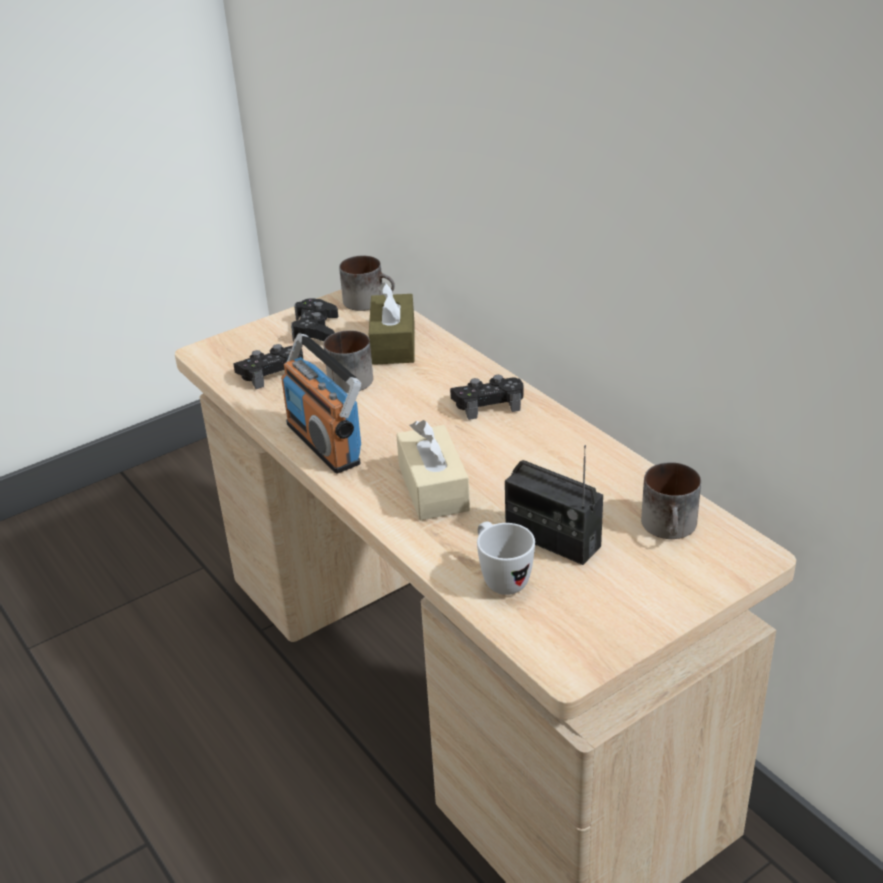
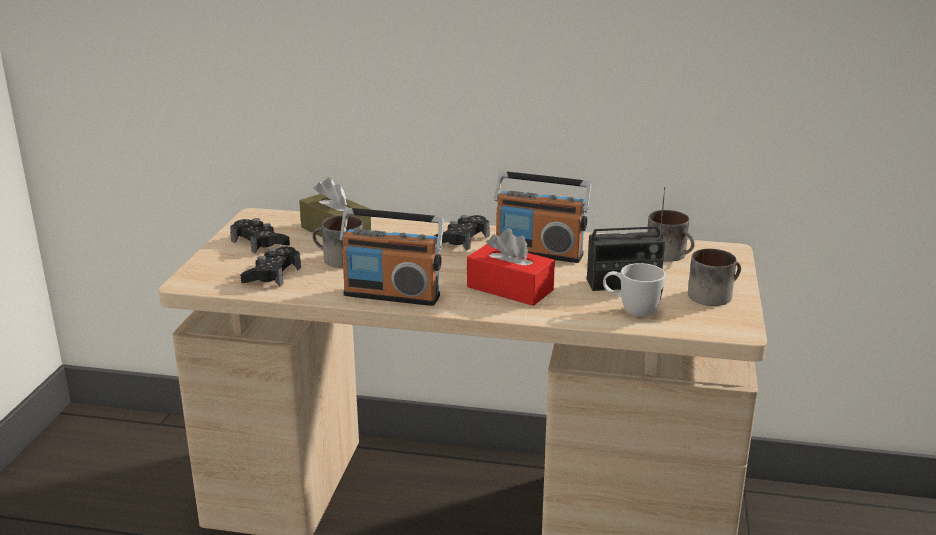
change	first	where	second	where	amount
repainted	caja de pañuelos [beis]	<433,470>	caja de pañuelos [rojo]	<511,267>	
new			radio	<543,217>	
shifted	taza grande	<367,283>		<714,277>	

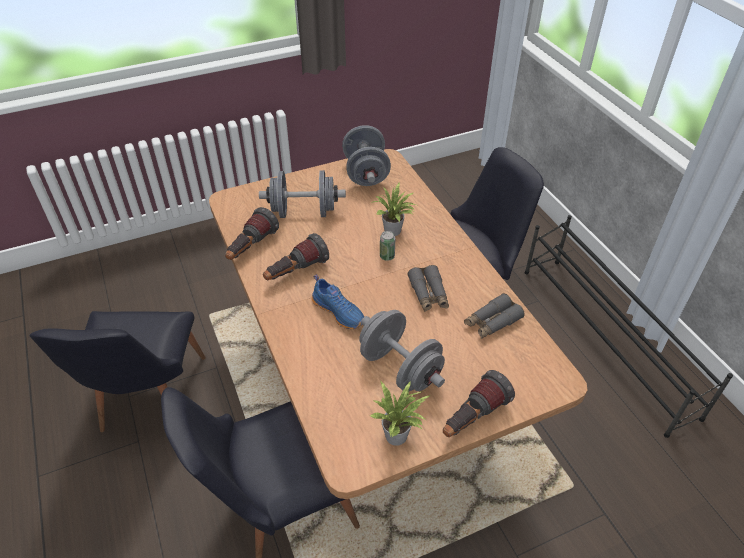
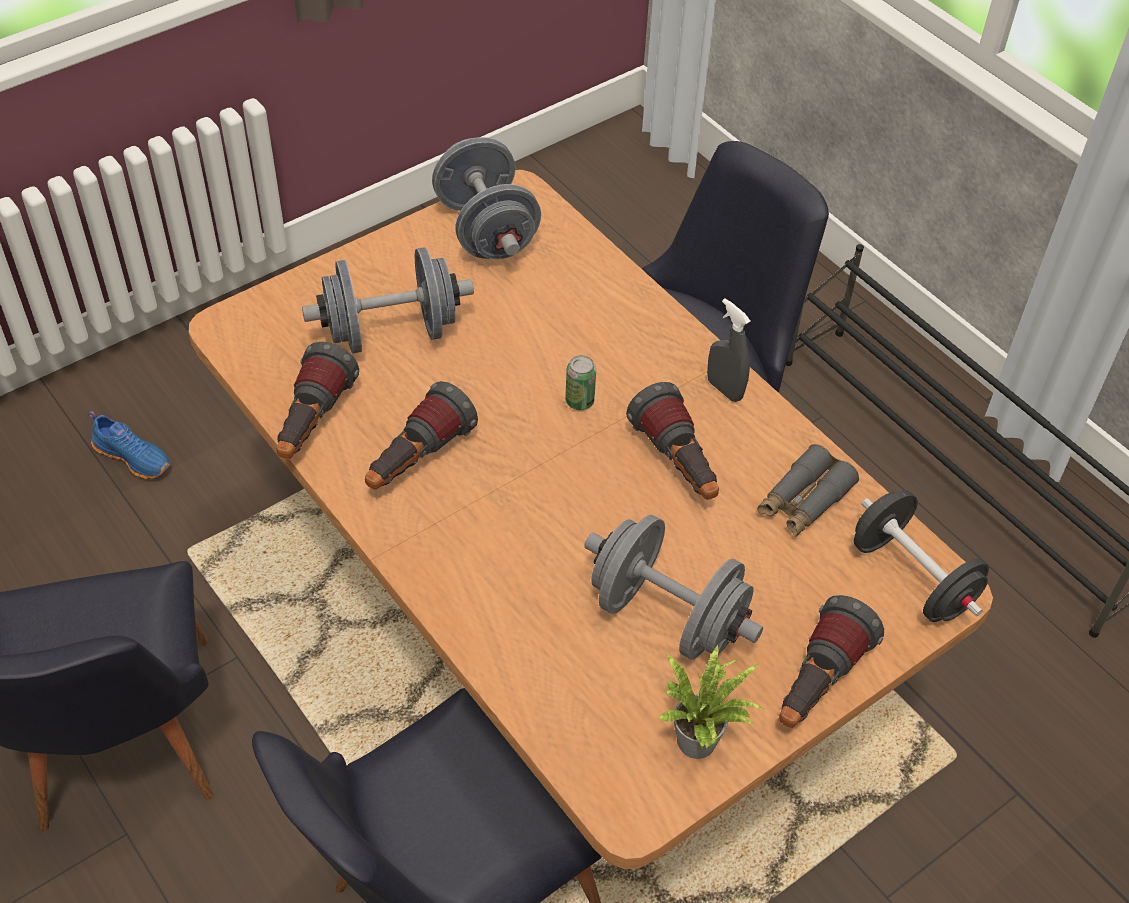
change	first	where	second	where	amount
shifted	zapato [azul]	<337,302>		<129,445>	
swapped	prismáticos [gris]	<428,288>	linterna	<672,441>	
new			pulverizador [gris]	<729,350>	
new			mancuerna [negro]	<921,556>	
gone	planta en maceta	<395,209>			

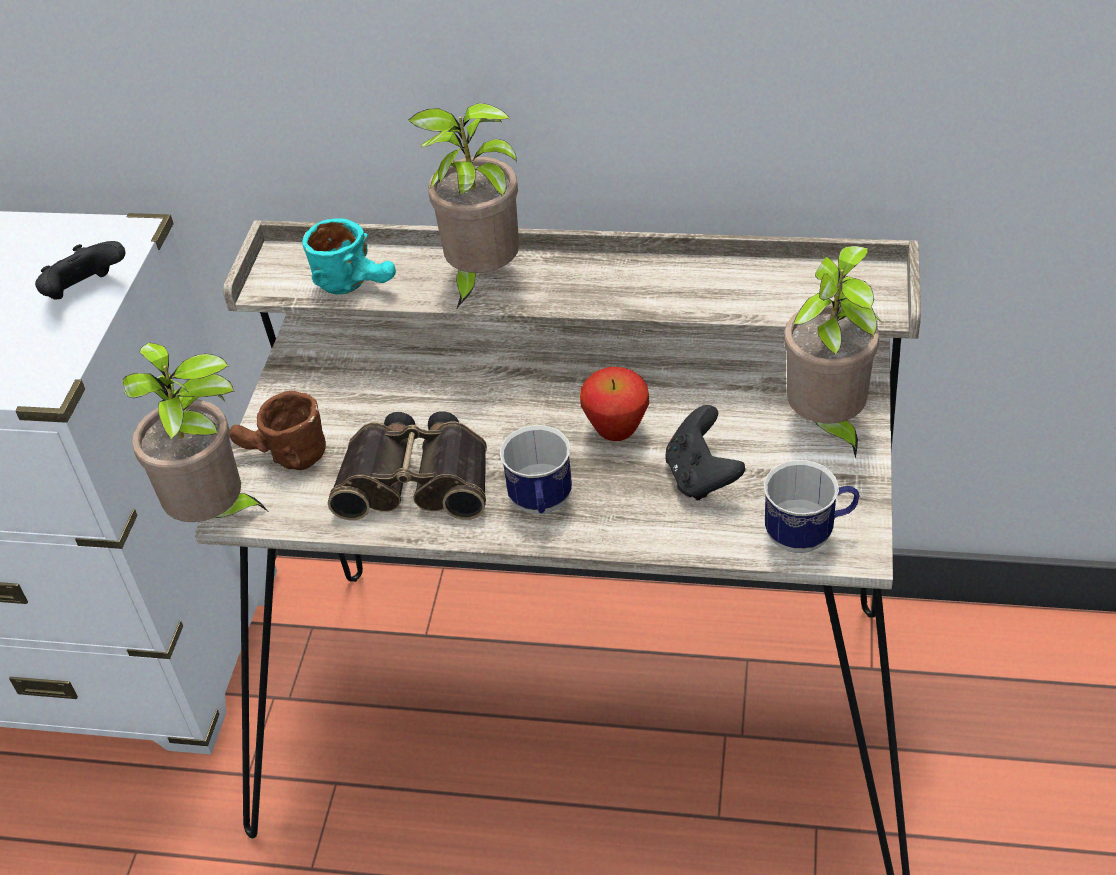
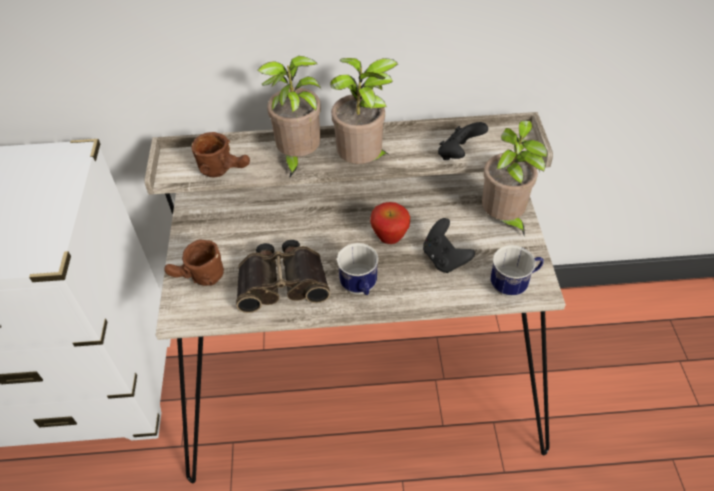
change	first	where	second	where	amount
repainted	taza grande [turquesa]	<349,256>	taza grande [marrón]	<221,155>	
shifted	planta en maceta	<196,432>		<364,111>	
shifted	mando de consola [negro]	<80,270>		<463,141>	

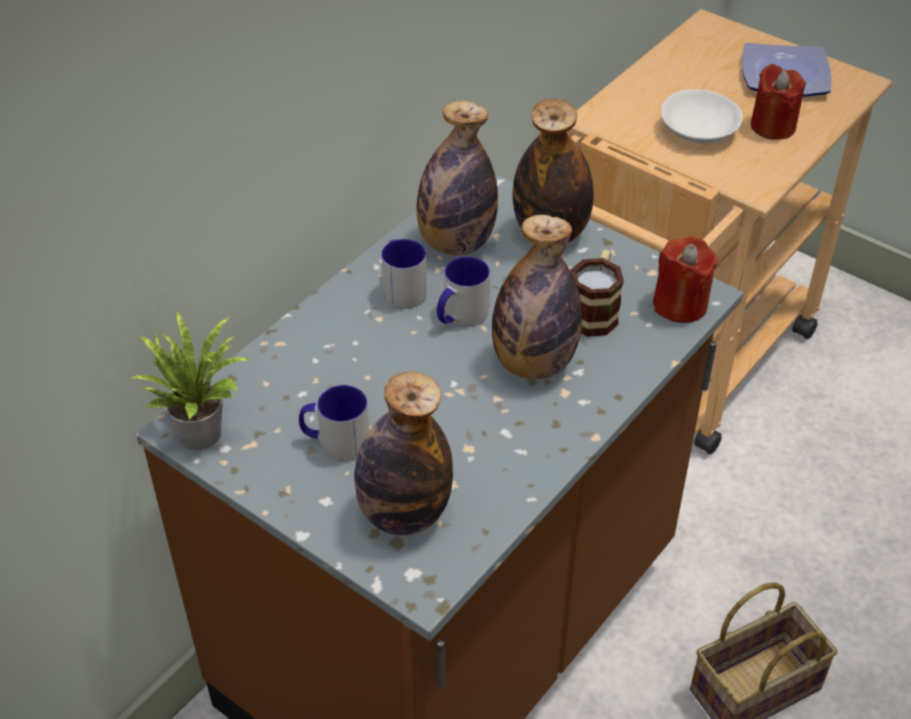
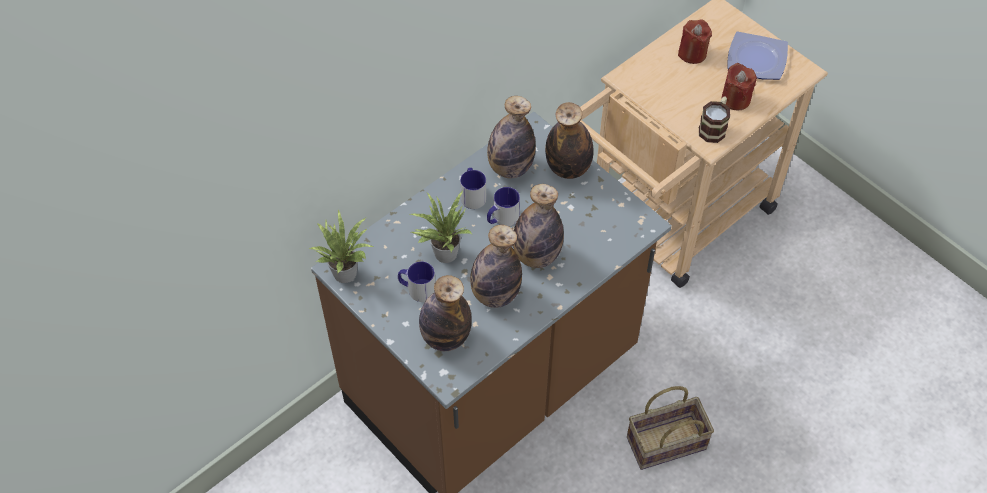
change	first	where	second	where	amount
new			planta en maceta	<441,227>	
new			botella	<496,266>	
shifted	vela [rojo]	<685,279>		<695,41>	
shifted	taza grande	<597,293>		<714,119>	
gone	cuenco [blanco]	<702,116>			

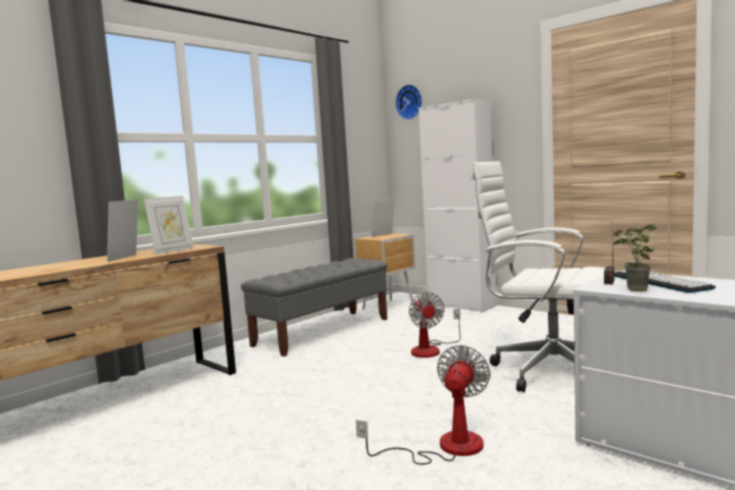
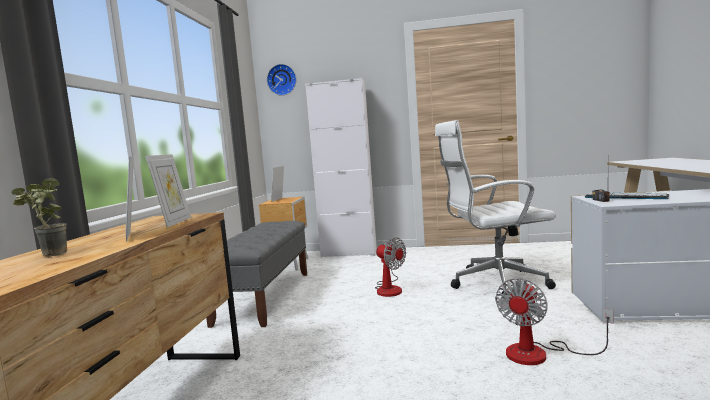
change	first	where	second	where	amount
shifted	planta en maceta	<635,257>		<39,217>	
rotated	ventilador	<423,405>		<554,321>	135 degrees counterclockwise

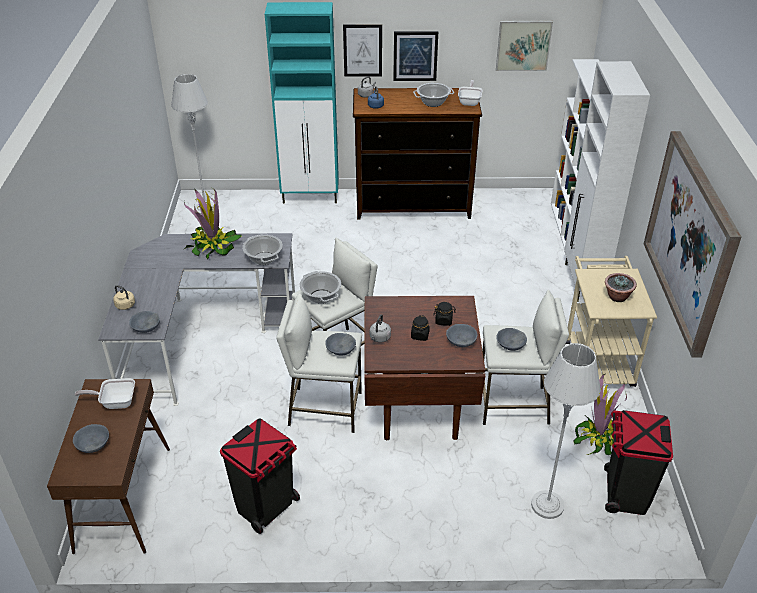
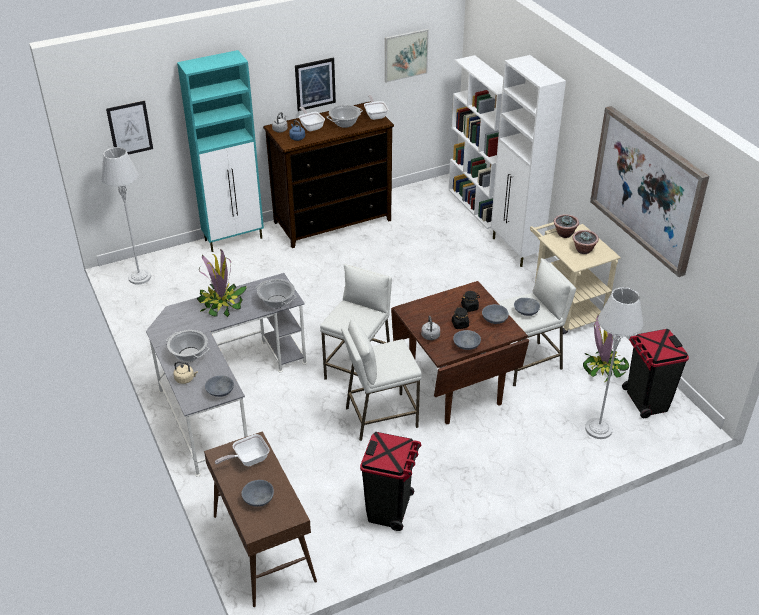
change	first	where	second	where	amount
shifted	cuadro	<362,50>		<129,128>	
shifted	olla	<320,287>		<188,346>	
new			sartén	<312,119>	
shifted	cuenco [gris]	<340,344>		<467,340>	
new			planta en maceta	<566,226>	

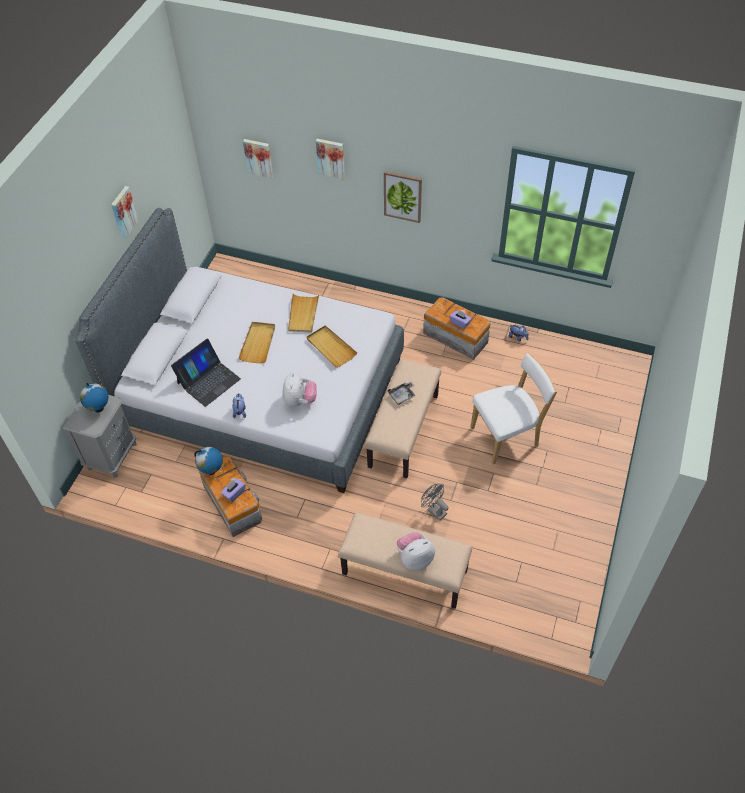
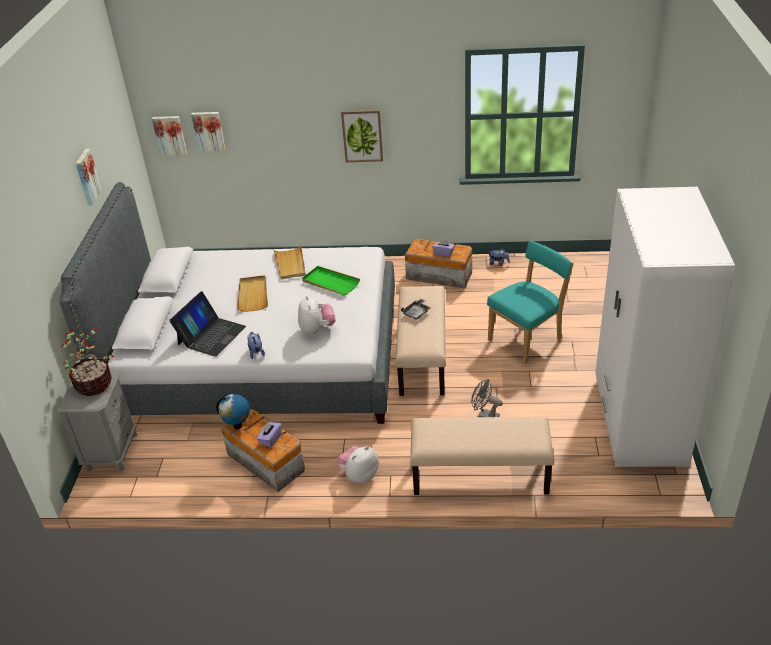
change	first	where	second	where	amount
swapped	globo terráqueo	<94,398>	planta en maceta	<88,362>	
shifted	cuadro	<330,159>		<169,136>	
repainted	bandeja [beis]	<331,346>	bandeja [verde]	<331,280>	
shifted	peluche	<416,551>		<358,464>	
repainted	silla [blanco]	<514,409>	silla [turquesa]	<530,302>	
new			armario ropero [blanco]	<665,327>	

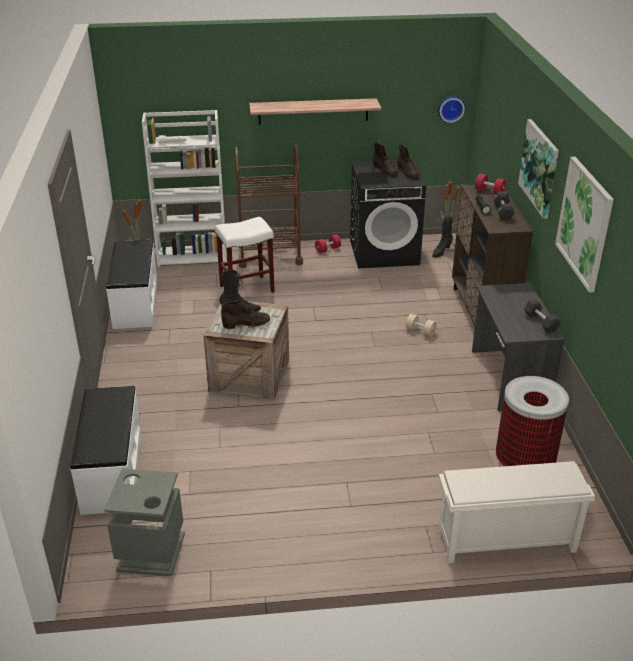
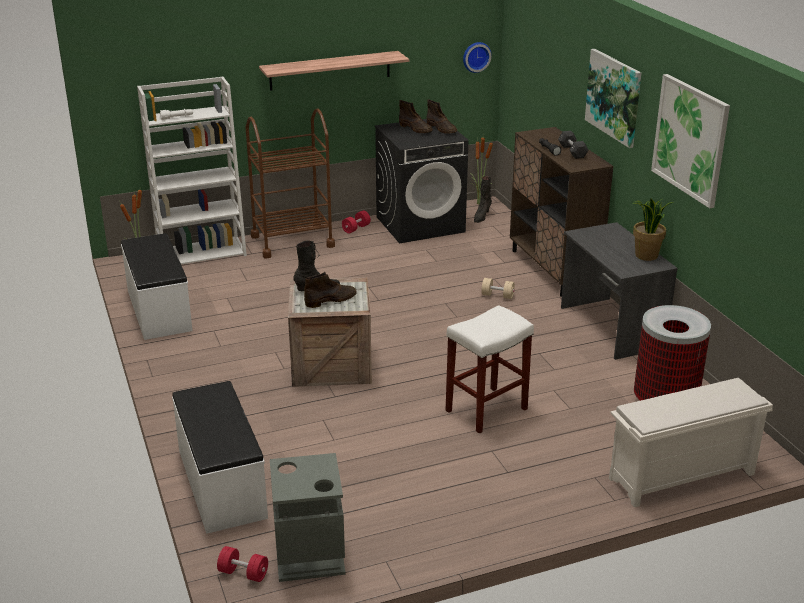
change	first	where	second	where	amount
shifted	mancuerna [rojo]	<491,183>		<242,564>	
shifted	taburete [blanco]	<245,255>		<490,369>	
swapped	mancuerna [negro]	<542,316>	planta en maceta	<651,229>	

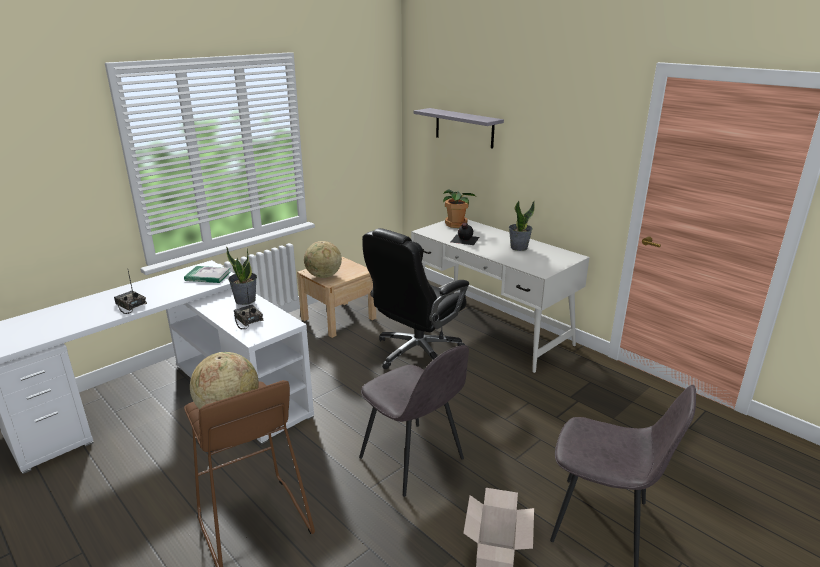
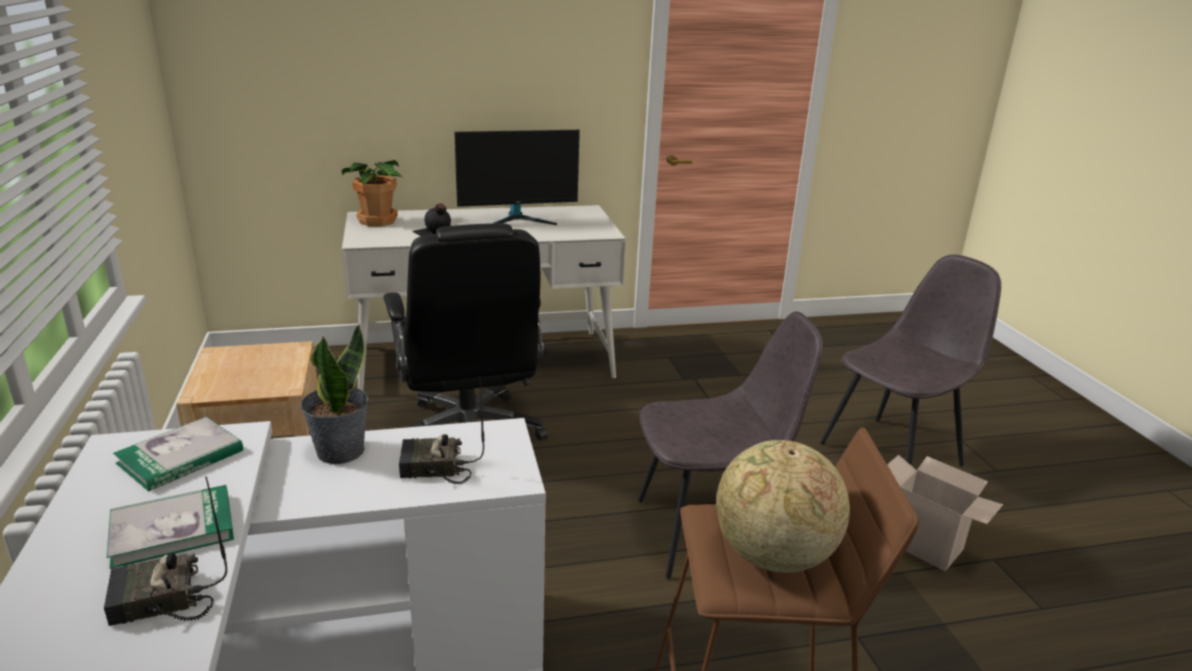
change	first	where	second	where	amount
new			libro	<170,527>	
swapped	planta en maceta	<522,225>	monitor	<517,177>	
gone	globo terráqueo	<323,259>			
gone	estante [gris]	<458,128>			

